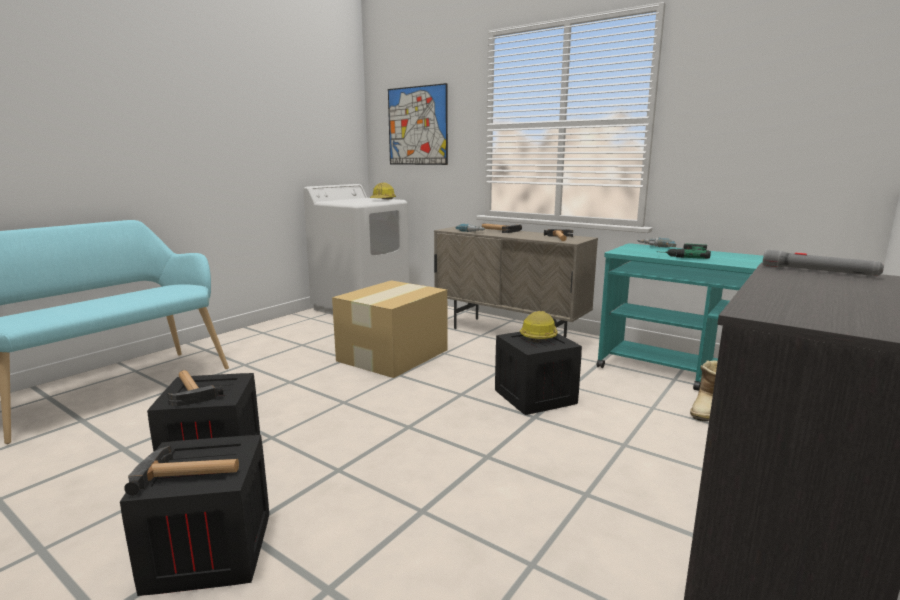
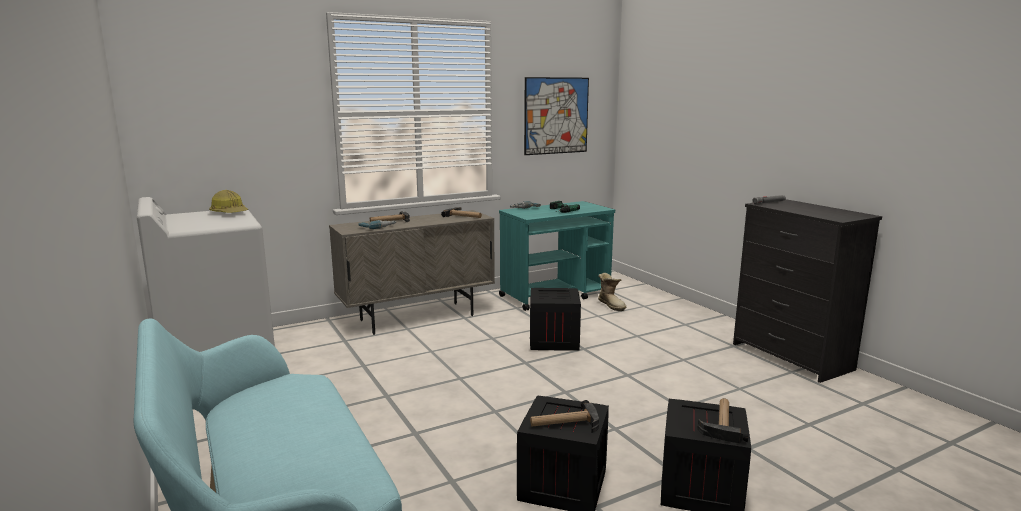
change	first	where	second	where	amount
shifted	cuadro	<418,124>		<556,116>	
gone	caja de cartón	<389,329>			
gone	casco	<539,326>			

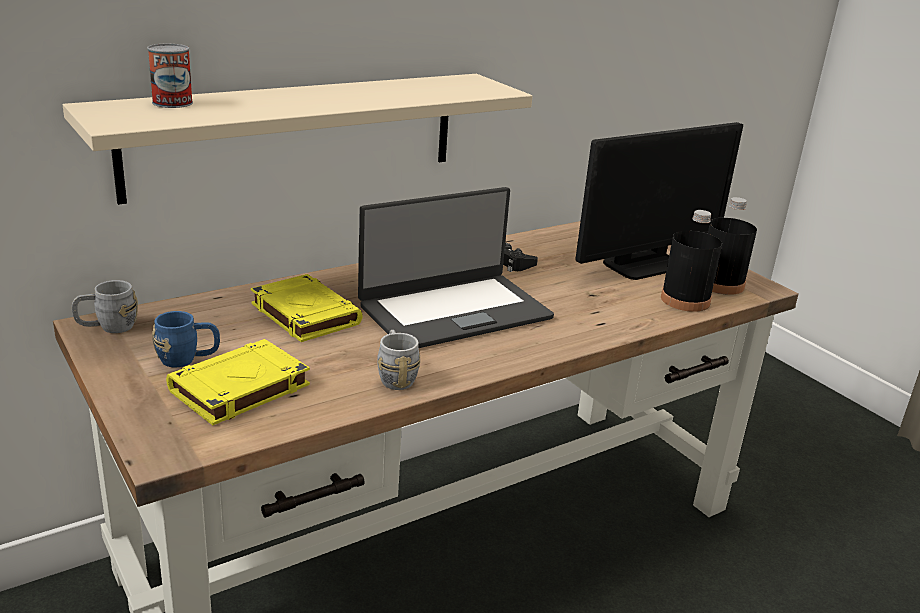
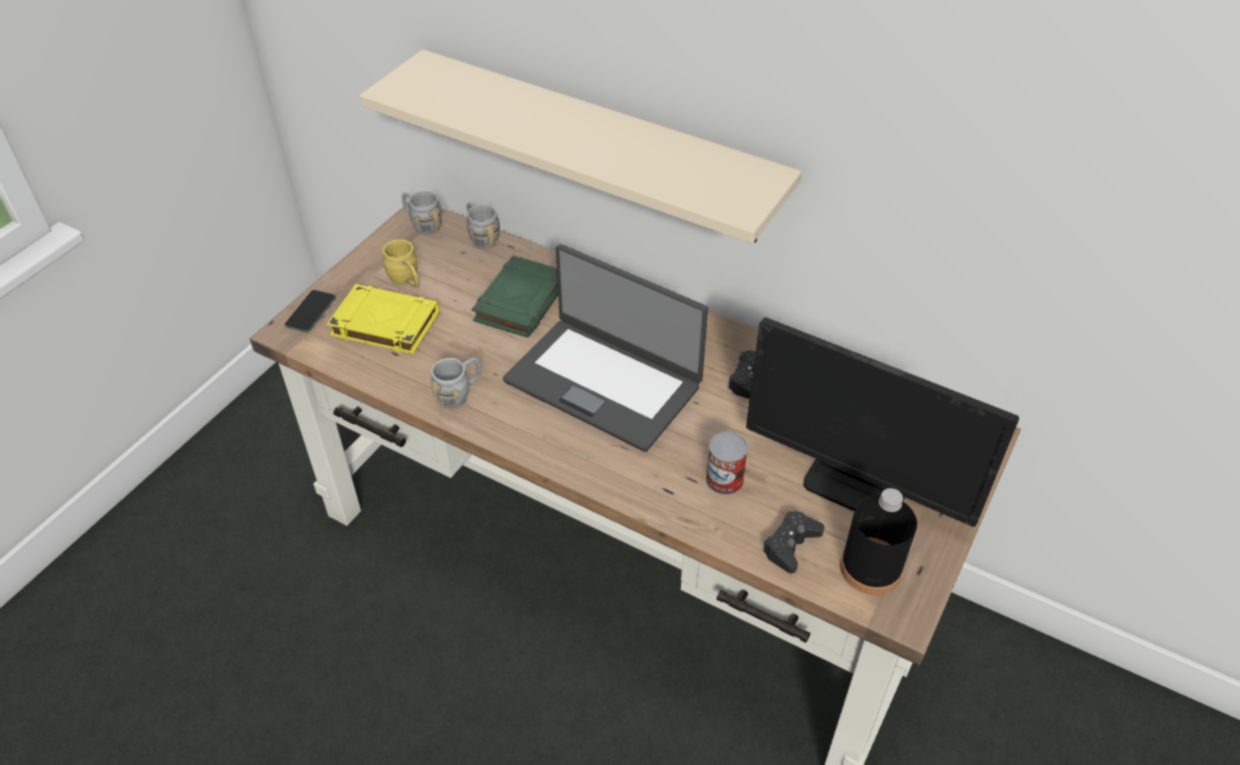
change	first	where	second	where	amount
new			móvil	<310,311>	
repainted	taza grande [azul]	<186,339>	taza grande [amarillo]	<400,263>	
new			taza grande [gris]	<483,225>	
repainted	libro [amarillo]	<307,308>	libro [verde]	<514,297>	
shifted	lata	<170,76>		<727,463>	
swapped	botella [negro]	<691,261>	mando de consola [negro]	<793,542>	

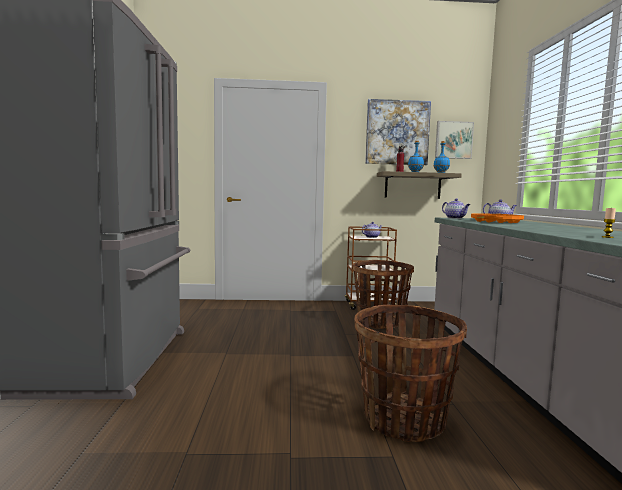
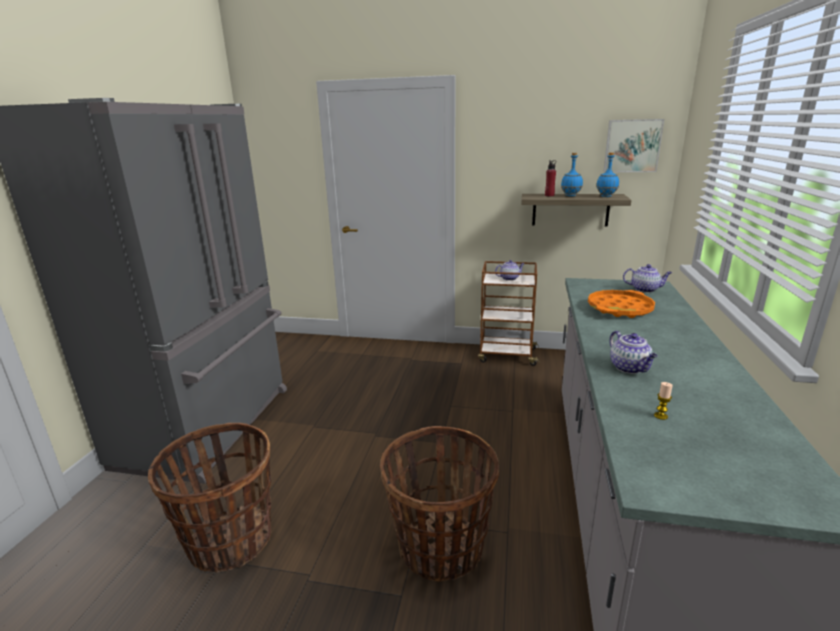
change	first	where	second	where	amount
shifted	cesta	<383,294>		<210,498>	
shifted	tetera	<456,209>		<634,352>	
gone	cuadro	<398,132>			

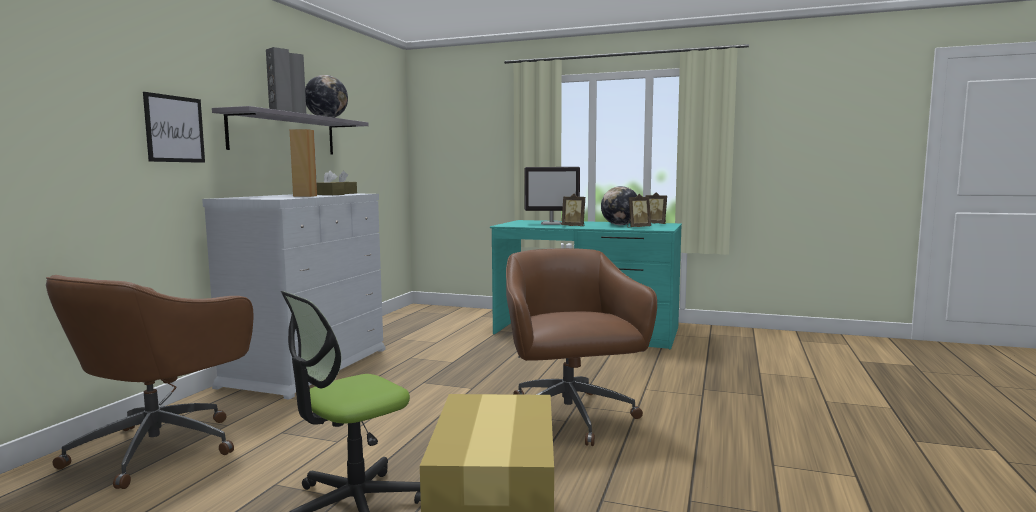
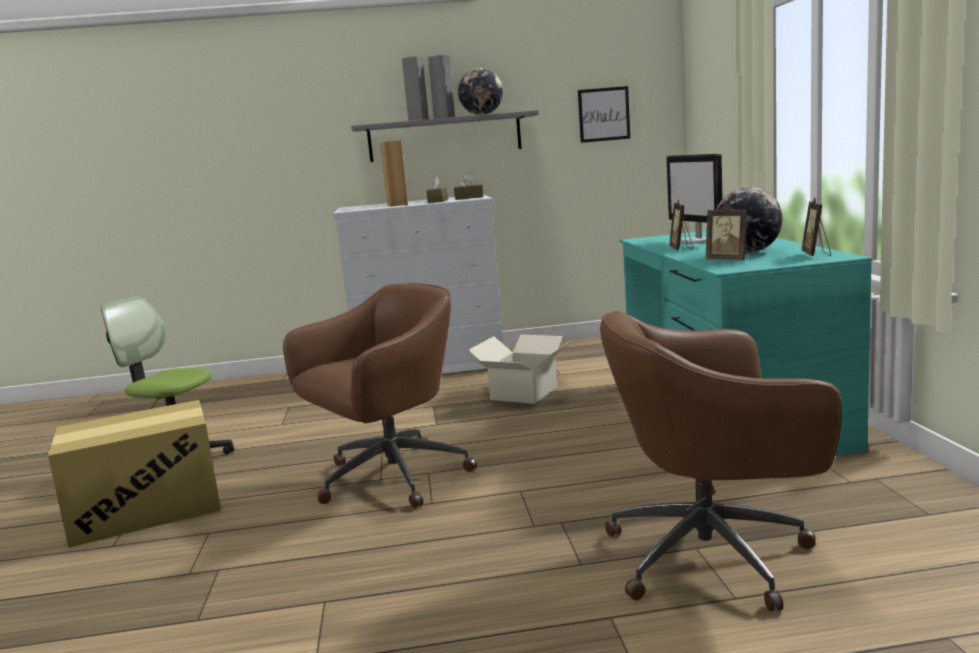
change	first	where	second	where	amount
new			caja de cartón	<520,369>	
shifted	cuadro	<174,127>		<604,114>	
shifted	silla de oficina [marrón]	<149,382>		<721,461>	

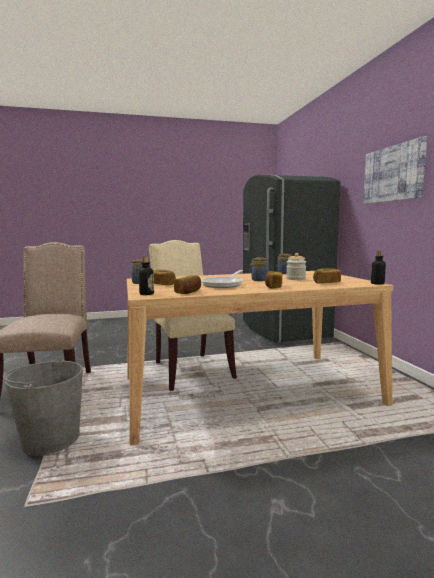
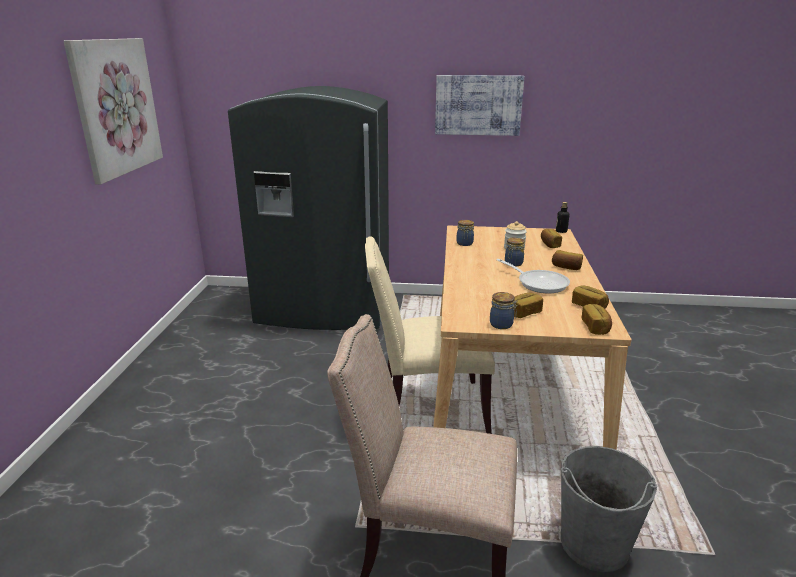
change	first	where	second	where	amount
new			cuadro	<113,111>	
swapped	botella	<146,275>	pan	<596,319>	

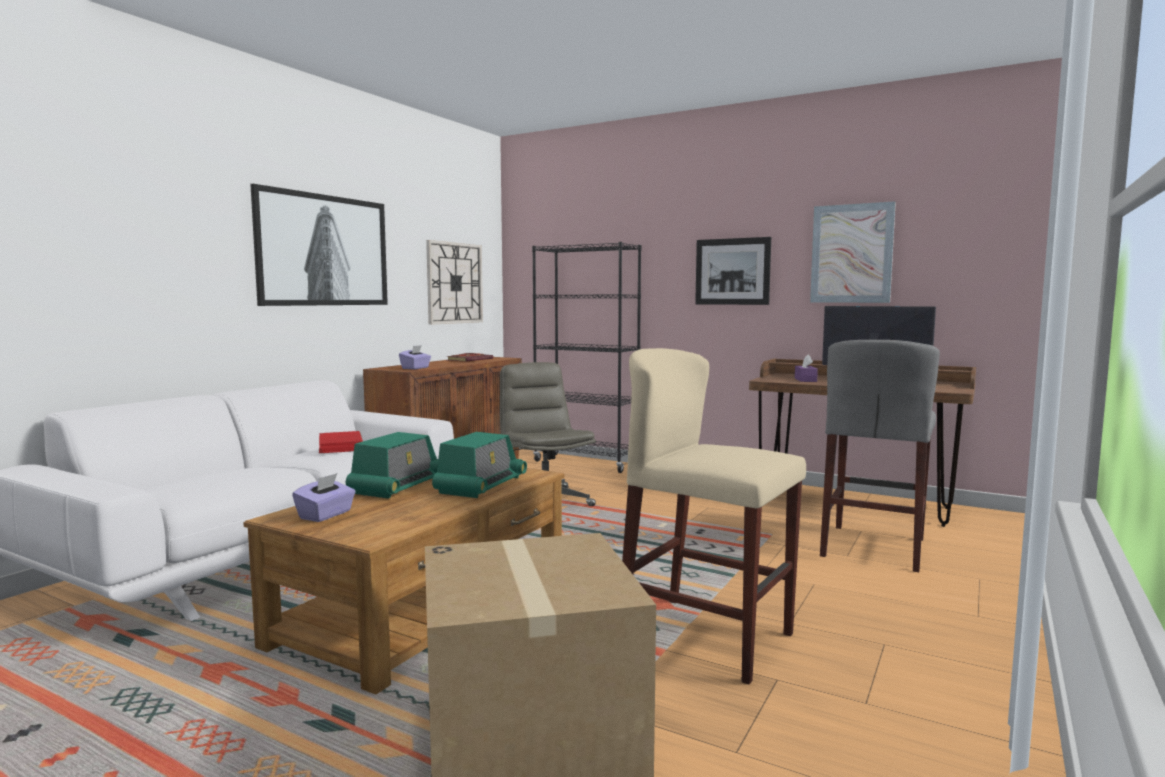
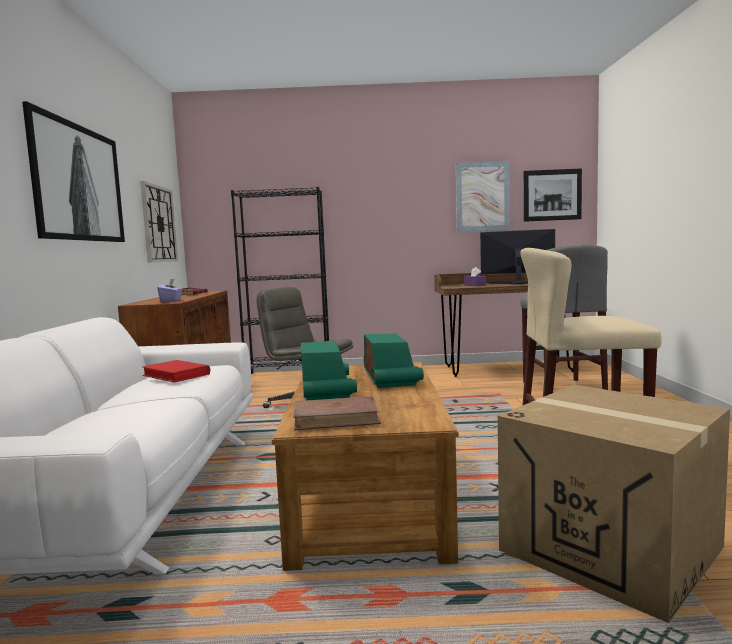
change	first	where	second	where	amount
swapped	caja de pañuelos [morado]	<324,497>	libro [marrón]	<337,413>	
shifted	cuadro	<733,271>		<553,195>	

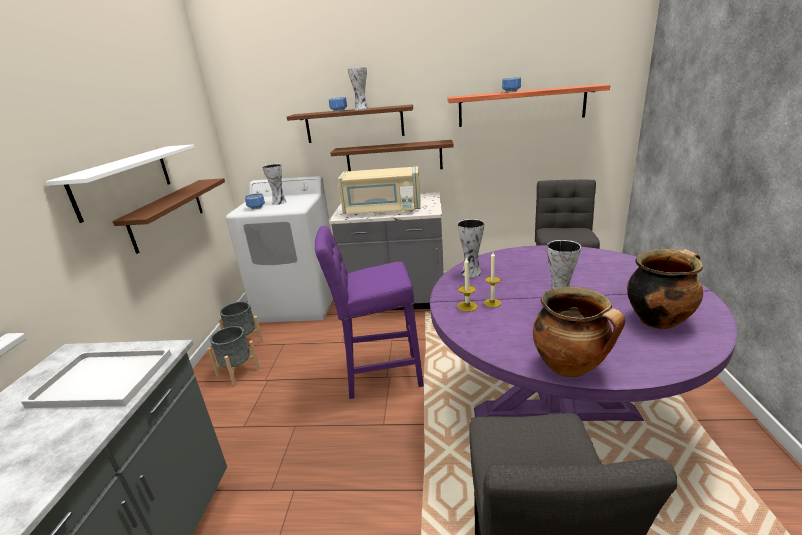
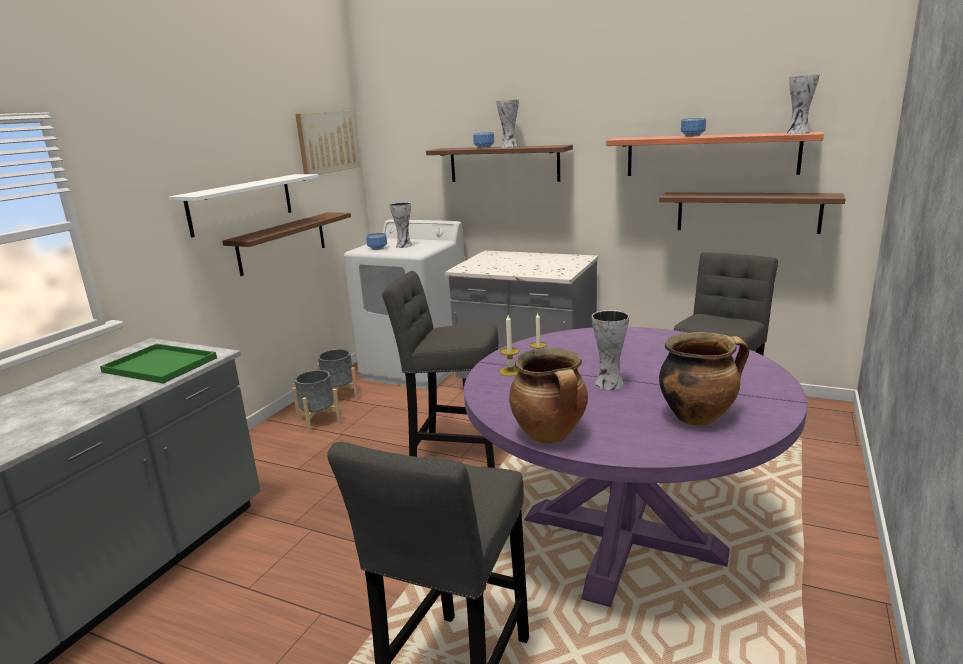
change	first	where	second	where	amount
repainted	bandeja [blanco]	<96,378>	bandeja [verde]	<158,364>	
new			cuadro	<327,143>	
repainted	taburete [morado]	<369,312>	taburete [gris]	<440,369>	
shifted	estante [marrón]	<392,155>		<752,213>	
shifted	florero	<470,248>		<803,104>	
gone	microondas [beis]	<379,190>			

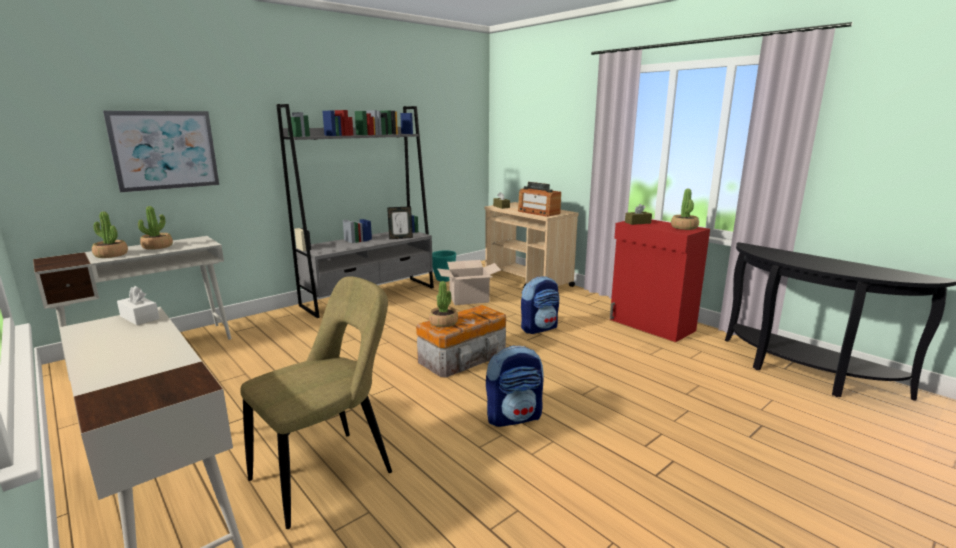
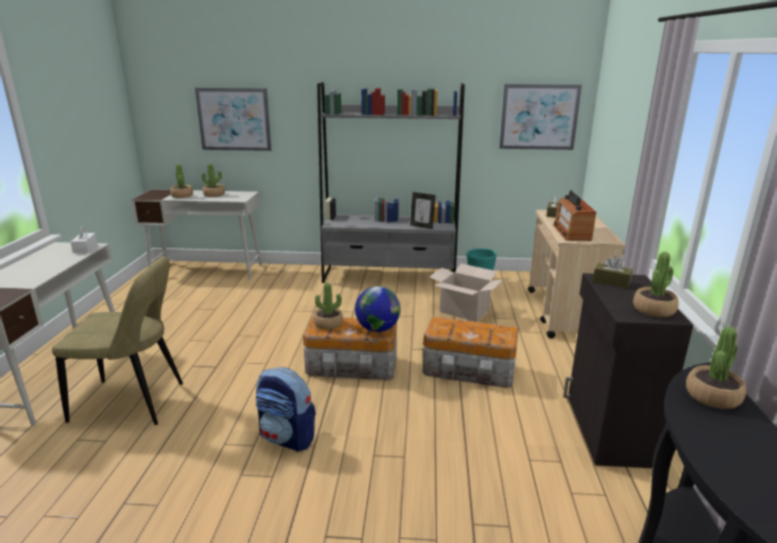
change	first	where	second	where	amount
new			globo terráqueo	<378,309>	
swapped	mochila	<540,305>	caja de almacenaje	<470,352>	
new			cuadro	<540,117>	
repainted	armario [rojo]	<660,281>	armario [negro]	<628,370>	
new			planta en maceta	<716,367>	

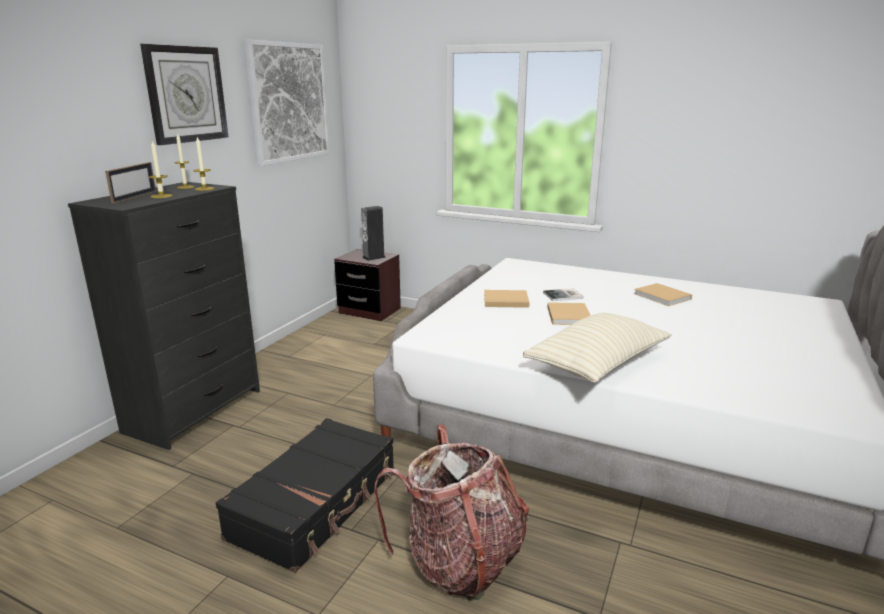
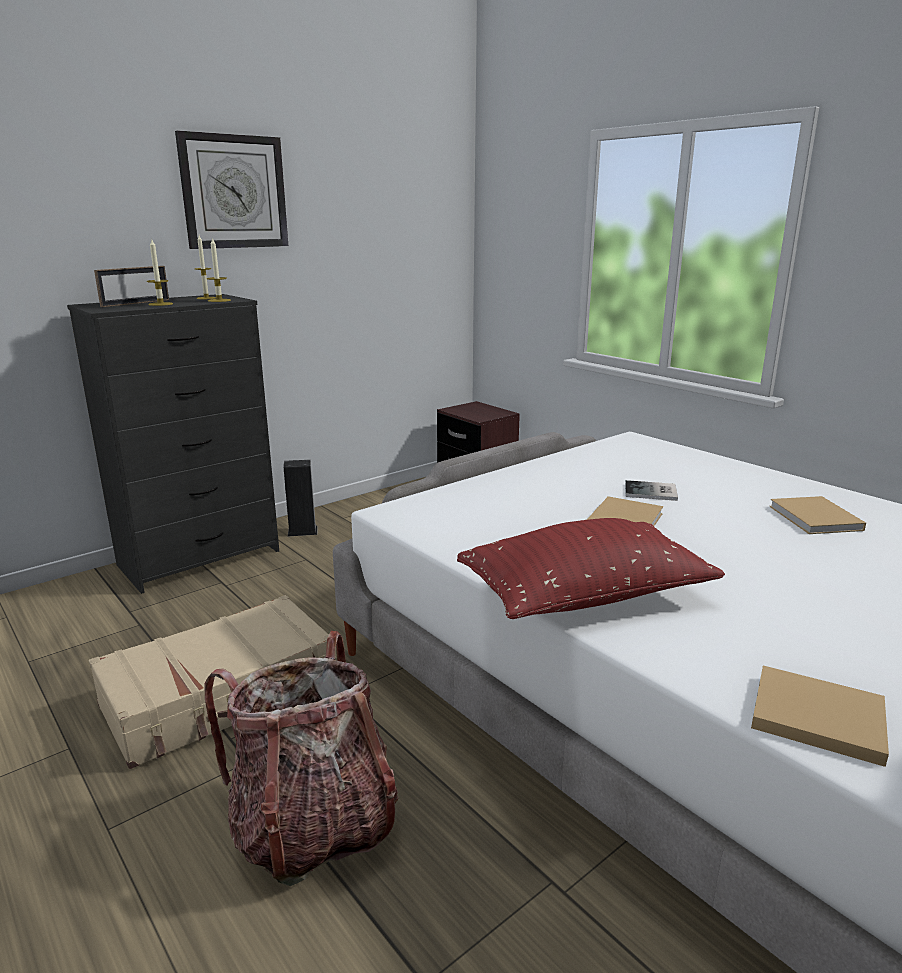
change	first	where	second	where	amount
repainted	maleta [negro]	<305,495>	maleta [beis]	<209,682>	
shifted	altavoz	<373,233>		<301,498>	
repainted	cojín [beis]	<597,348>	cojín [rojo]	<591,568>	
shifted	libro [beis]	<507,299>		<820,716>	
gone	cuadro	<287,102>			

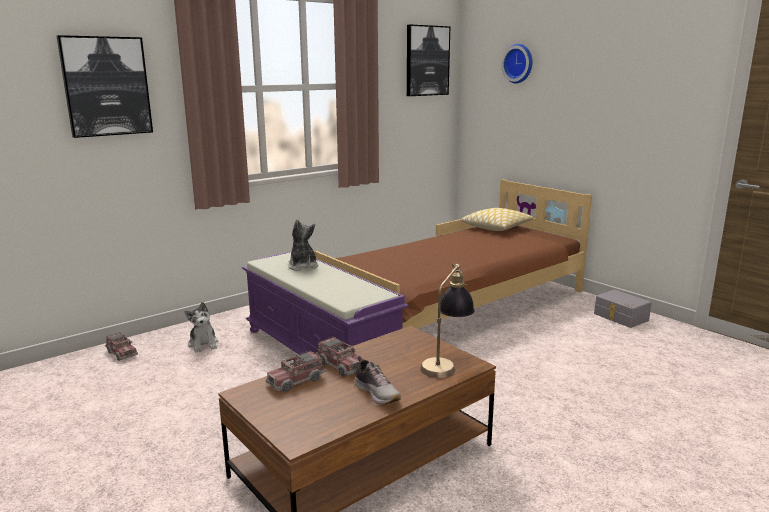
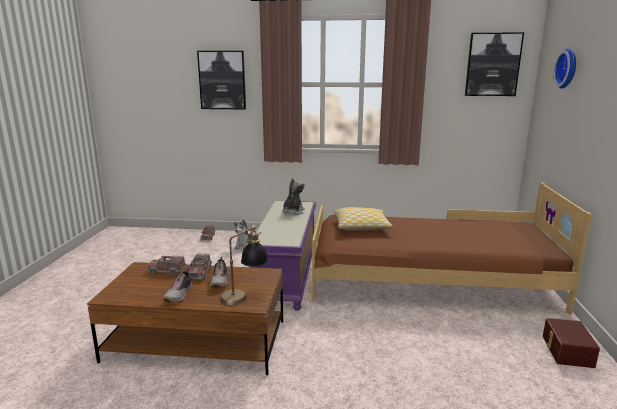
change	first	where	second	where	amount
new			zapato	<219,272>	
shifted	cojín	<497,219>		<363,218>	
repainted	caja de almacenaje [gris]	<623,309>	caja de almacenaje [marrón]	<571,343>	

